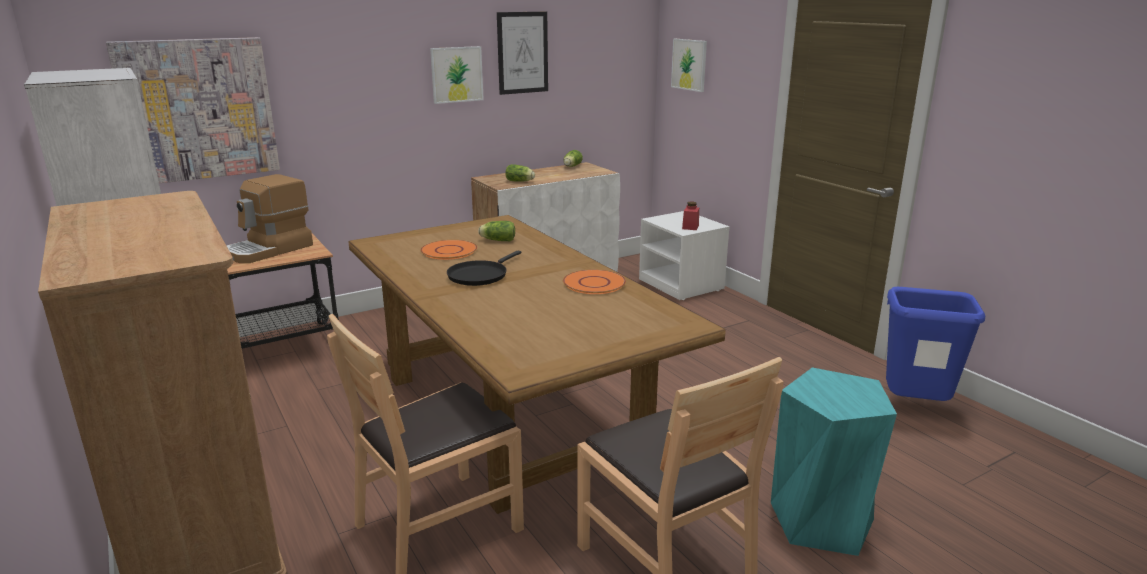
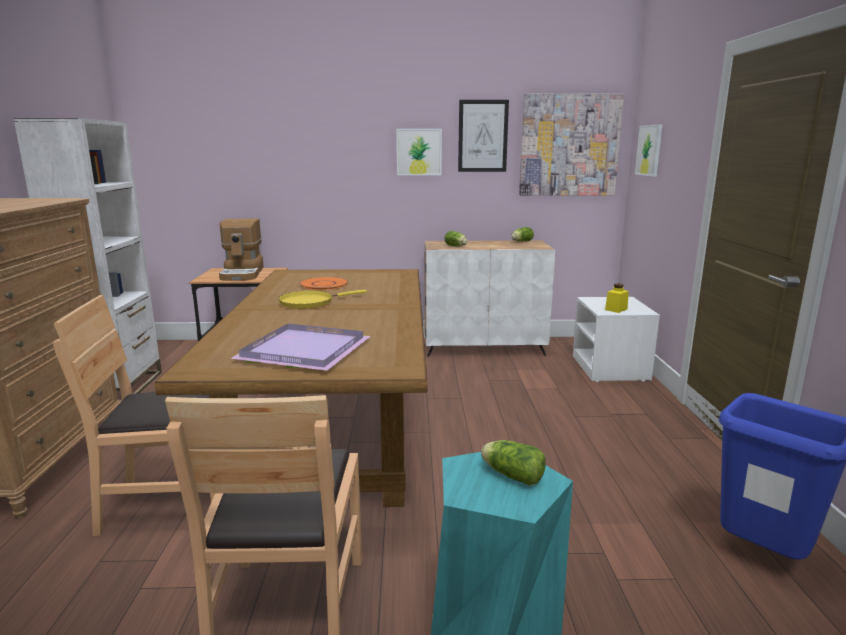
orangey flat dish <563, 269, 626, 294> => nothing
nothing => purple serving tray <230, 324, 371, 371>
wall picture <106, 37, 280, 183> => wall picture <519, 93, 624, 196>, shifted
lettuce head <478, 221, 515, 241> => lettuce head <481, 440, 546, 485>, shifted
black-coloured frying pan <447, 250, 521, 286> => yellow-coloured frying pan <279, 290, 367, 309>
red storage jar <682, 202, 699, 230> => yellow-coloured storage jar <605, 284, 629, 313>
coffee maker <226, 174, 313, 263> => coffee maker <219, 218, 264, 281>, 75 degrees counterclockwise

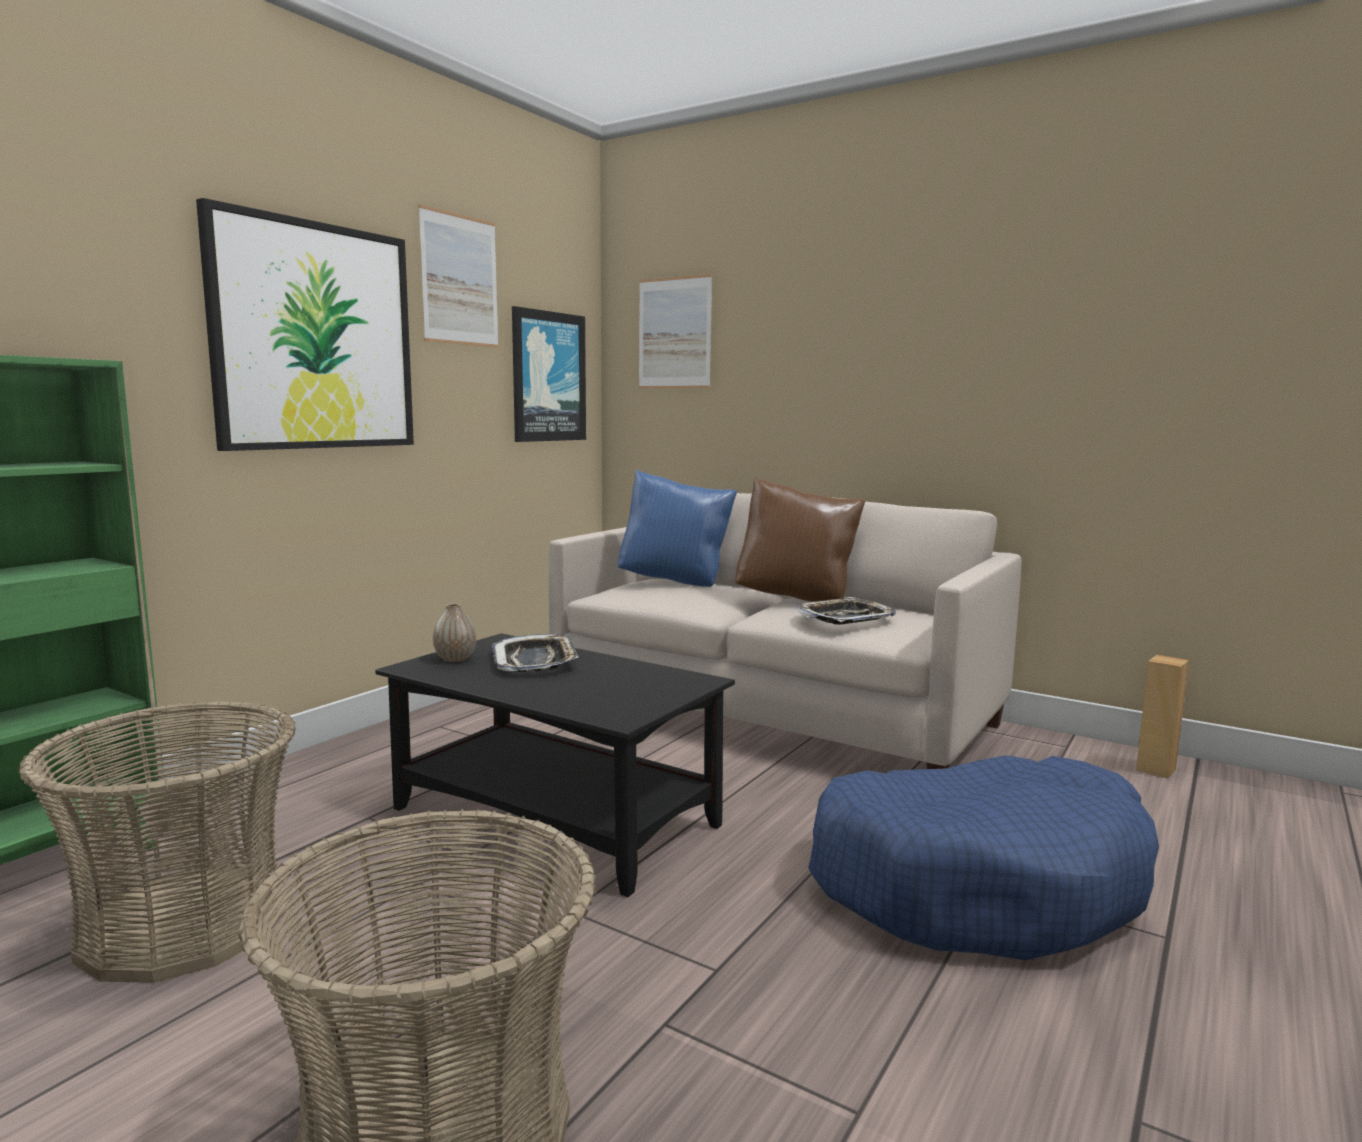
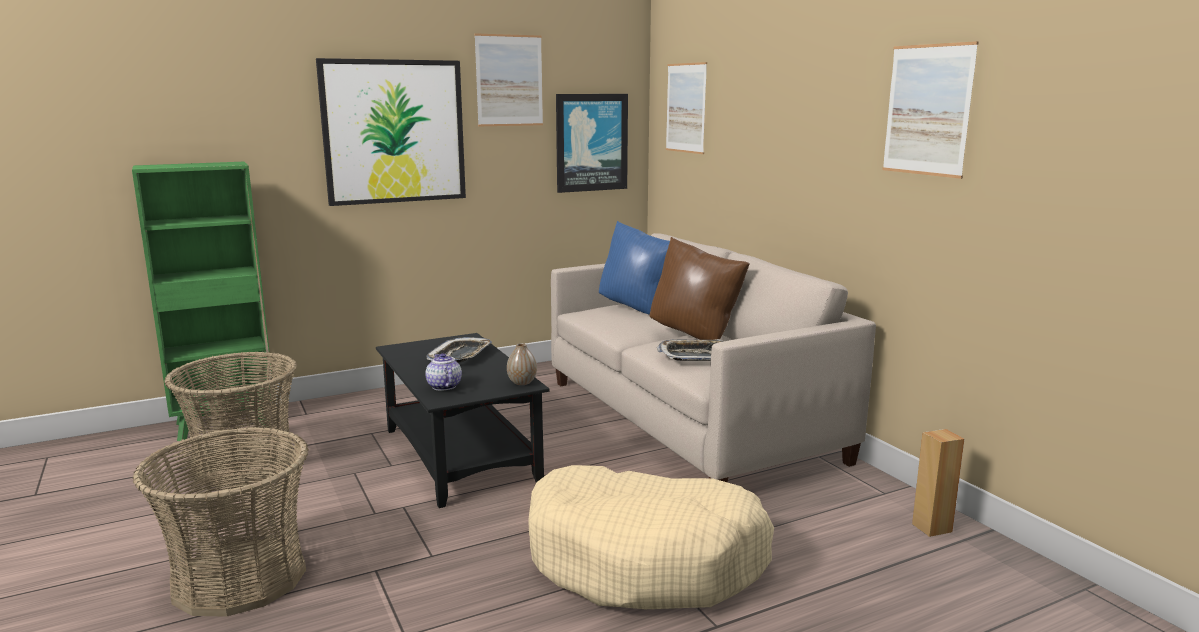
nothing => tea pot <425, 353, 462, 390>
nothing => wall picture <882, 41, 979, 179>
decorative vase <433, 603, 476, 662> => decorative vase <507, 343, 537, 385>, shifted
bluish dog bed <808, 755, 1159, 960> => beige-coloured dog bed <528, 465, 774, 609>

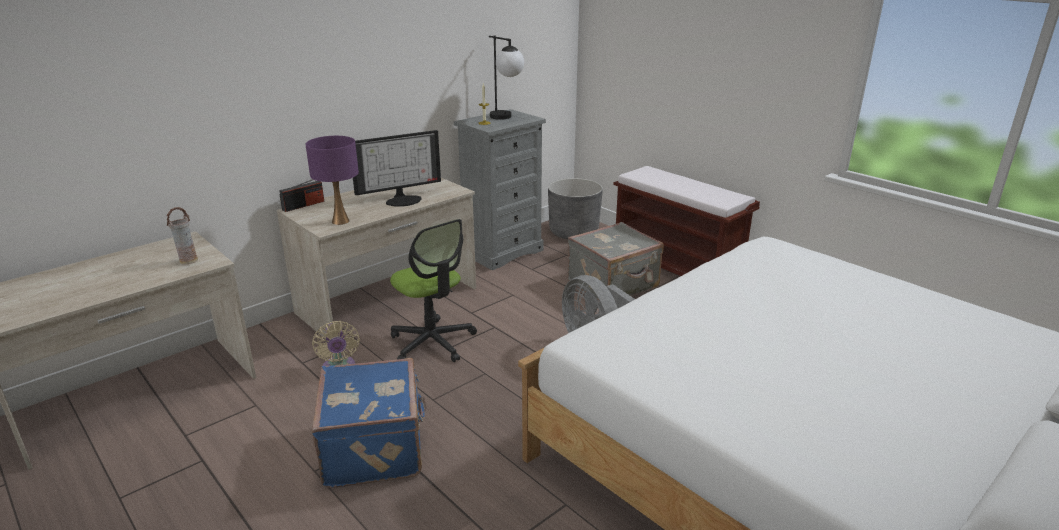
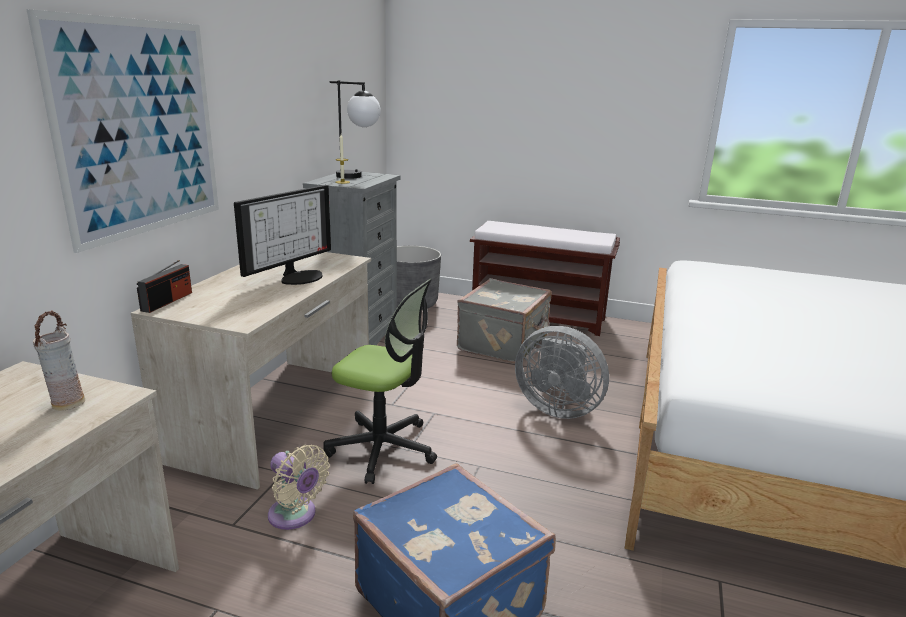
purple table lamp <305, 136, 359, 225> => nothing
nothing => wall picture <26, 9, 219, 253>

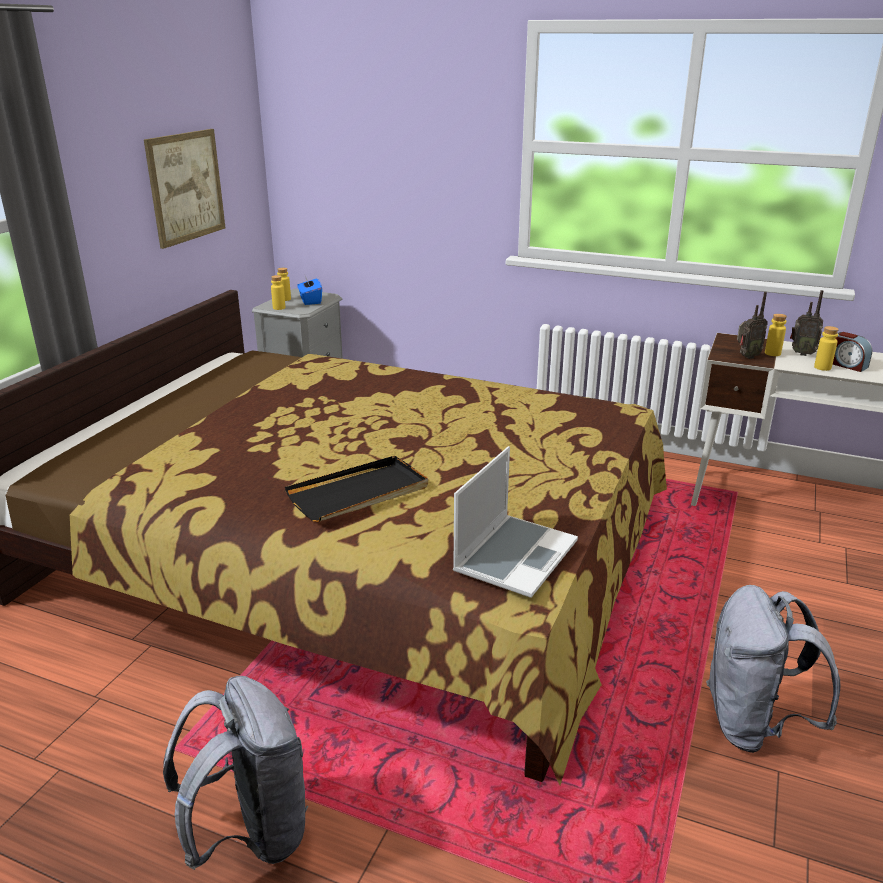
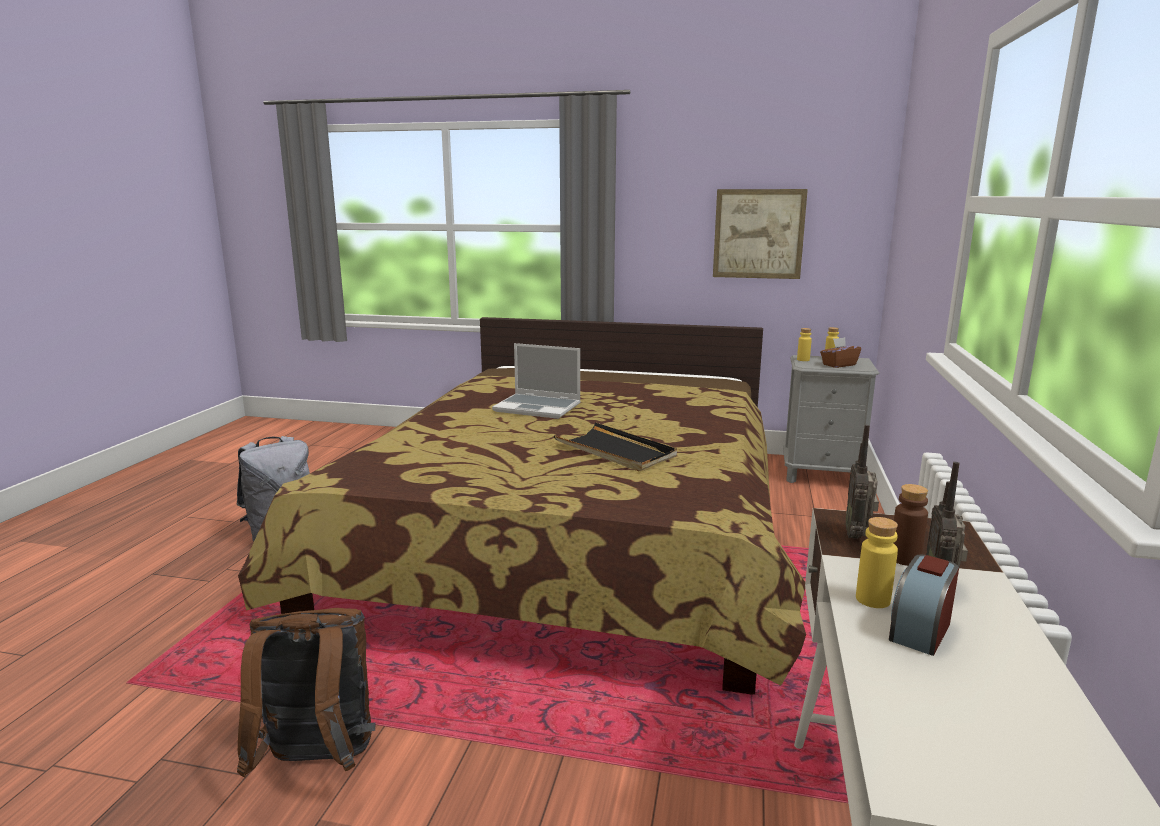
black-coloured serving tray <285, 456, 428, 522> => black-coloured serving tray <554, 422, 677, 471>, shifted
portable computer <453, 446, 578, 598> => portable computer <492, 343, 581, 419>, shifted
bluish tissue box <297, 276, 322, 305> => brown tissue box <820, 337, 861, 368>
grey backpack <706, 585, 841, 753> => brown backpack <237, 608, 375, 777>
yellow-coloured drink bottle <765, 314, 787, 356> => brown drink bottle <894, 484, 928, 566>
radio set <737, 292, 768, 359> => radio set <846, 425, 879, 539>, 45 degrees clockwise

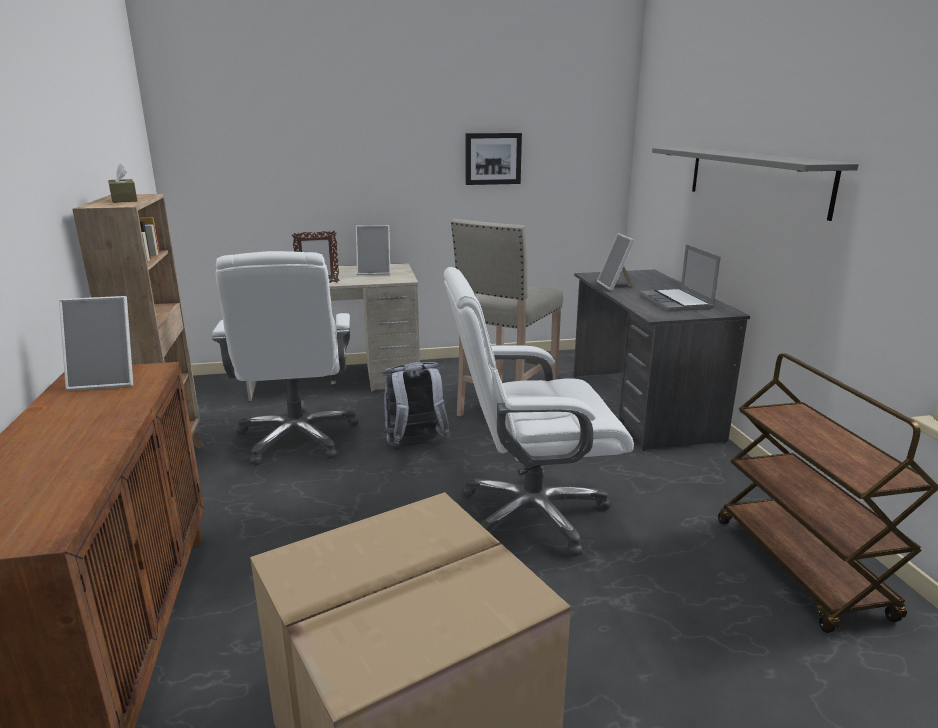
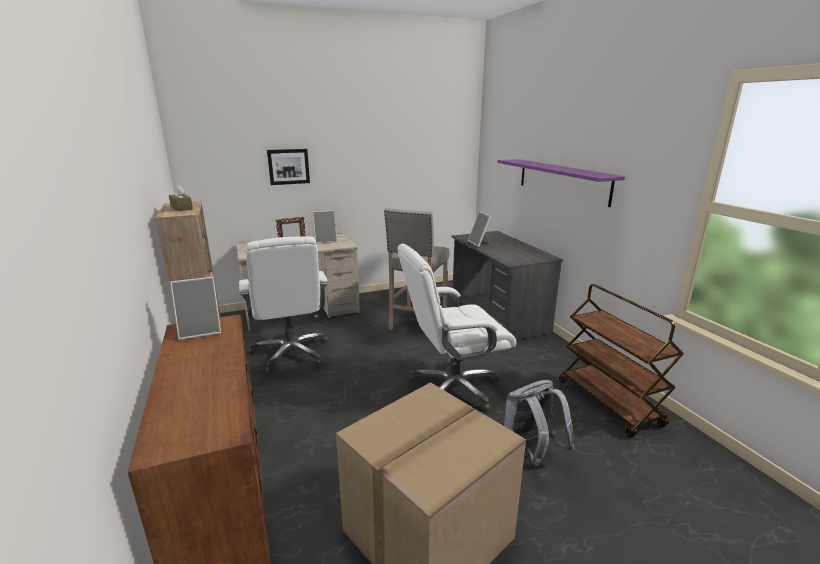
portable computer <639, 244, 721, 312> => nothing
grey backpack <382, 362, 451, 447> => grey backpack <504, 380, 574, 466>, shifted
wall picture <465, 133, 522, 185> => wall picture <267, 149, 310, 185>, shifted
grey shelf <652, 148, 859, 221> => purple shelf <497, 159, 625, 207>

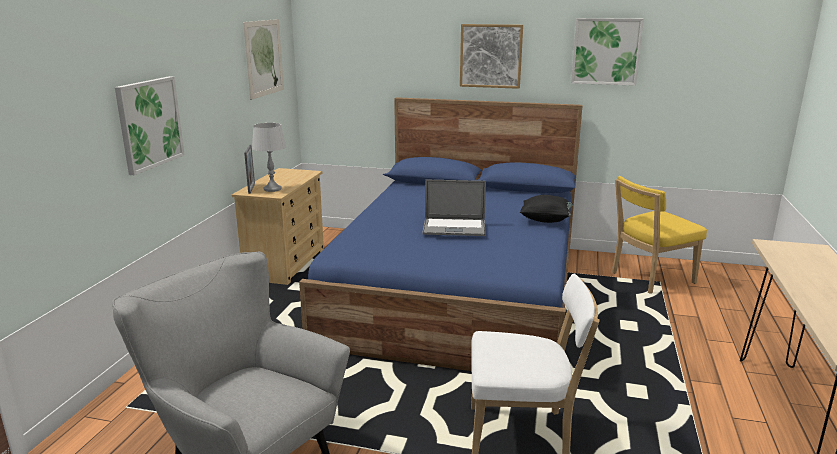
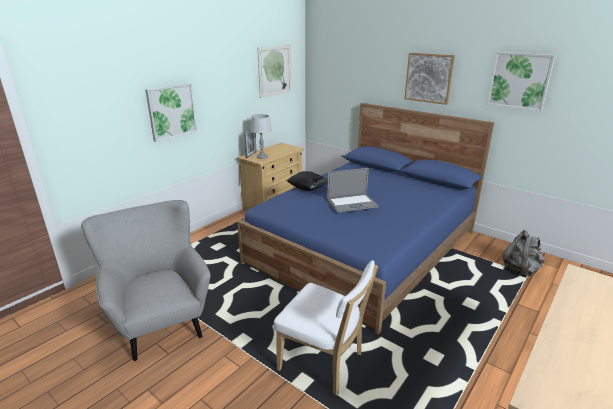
black-coloured cushion <520, 195, 573, 223> => black-coloured cushion <286, 171, 328, 191>, shifted
yellow-coloured chair <612, 176, 707, 294> => grey backpack <502, 230, 545, 276>
portable computer <423, 180, 486, 236> => portable computer <327, 168, 379, 213>, 45 degrees counterclockwise

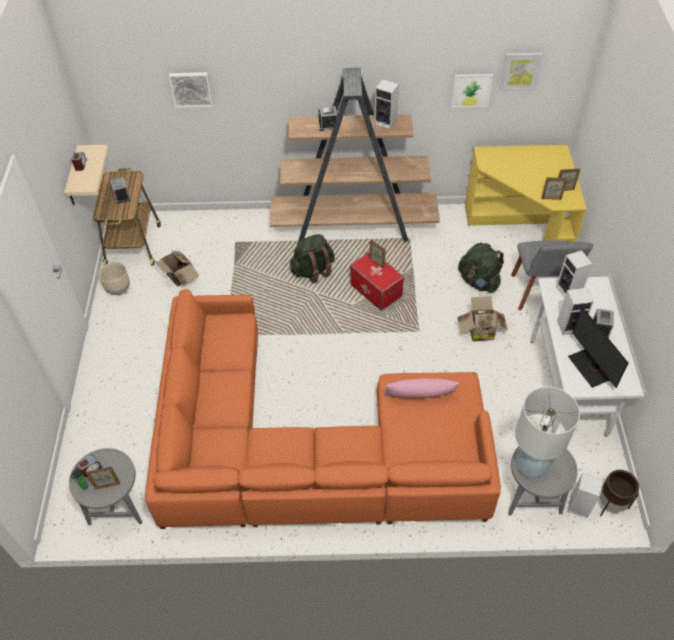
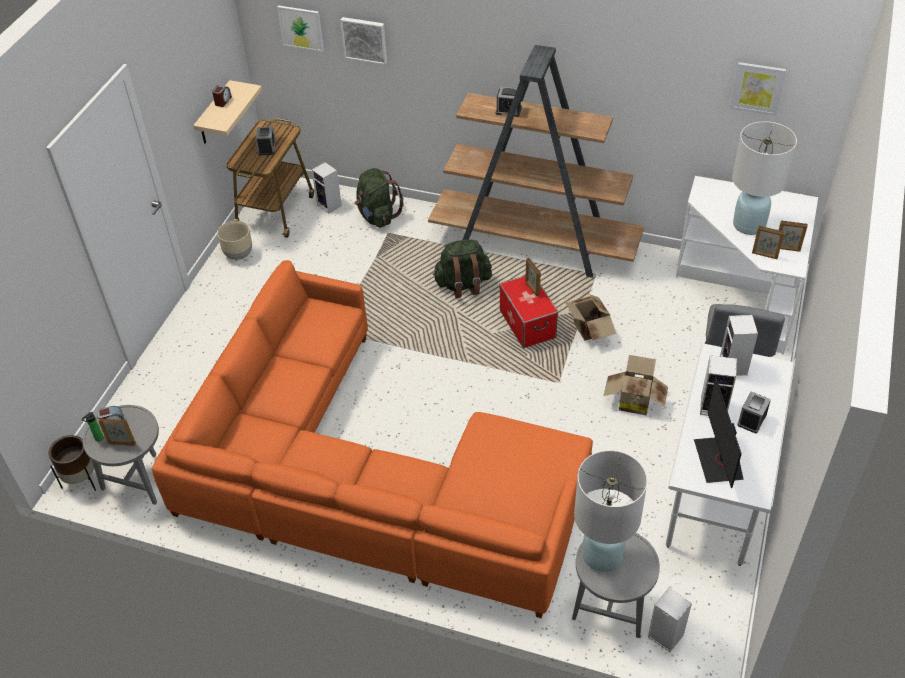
pinkish cushion <383, 378, 460, 397> => nothing
nothing => whitish table lamp <732, 121, 797, 235>
cardboard box <154, 251, 199, 287> => cardboard box <565, 294, 616, 341>, shifted
speaker <374, 79, 399, 129> => speaker <312, 162, 342, 214>, shifted
wall picture <451, 74, 493, 107> => wall picture <277, 5, 324, 52>, shifted
green backpack <458, 243, 504, 293> => green backpack <355, 168, 403, 228>, shifted
brown planter <600, 470, 639, 516> => brown planter <49, 435, 96, 491>, shifted
yellow-coloured desk table <465, 145, 587, 242> => whitish desk table <676, 176, 818, 355>

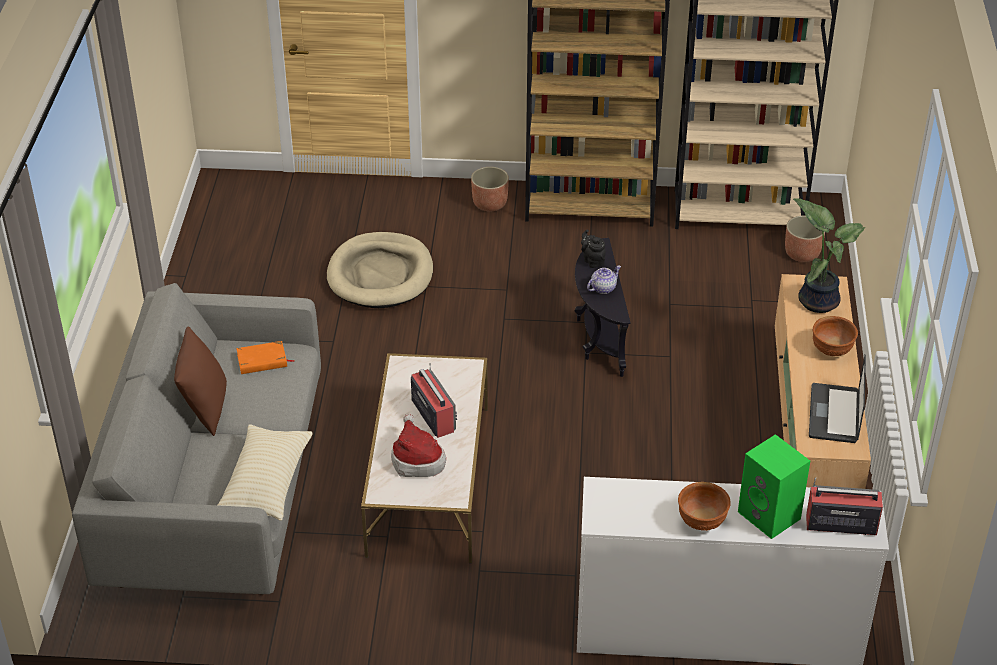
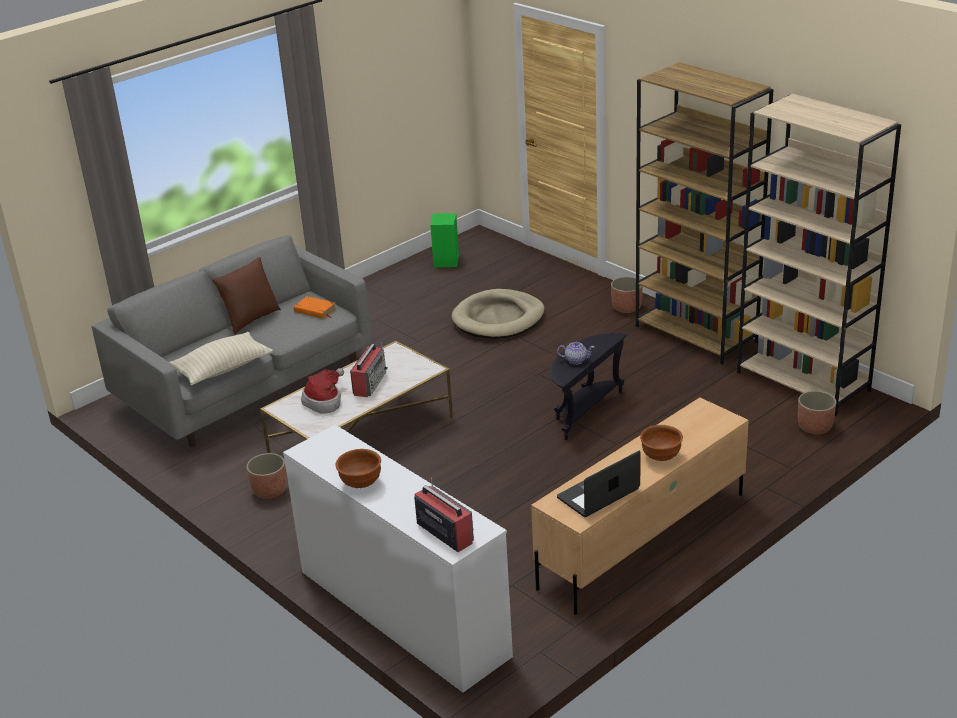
black-coloured tea pot <581, 229, 606, 268> => nothing
houseplant <793, 199, 866, 313> => nothing
nothing => planter <247, 453, 287, 499>
green speaker <738, 434, 810, 539> => green speaker <430, 213, 459, 267>, shifted

